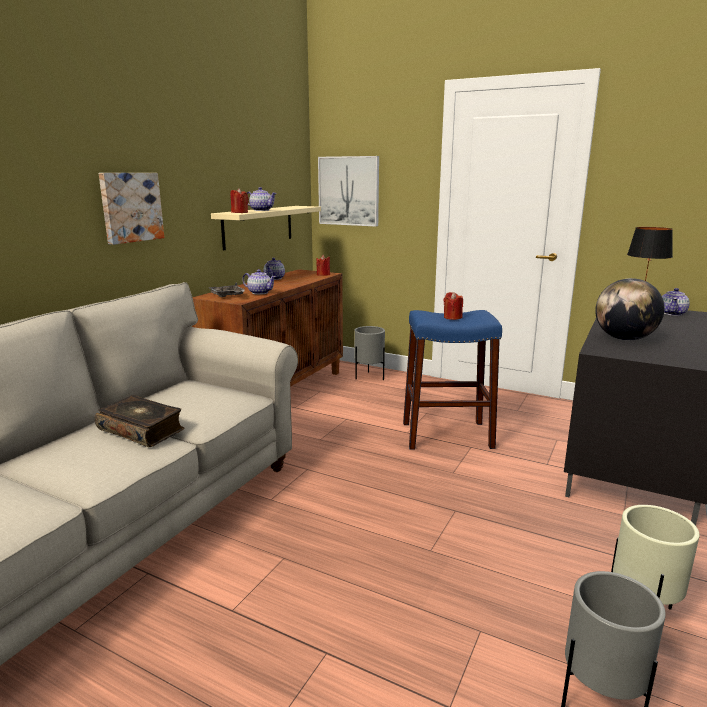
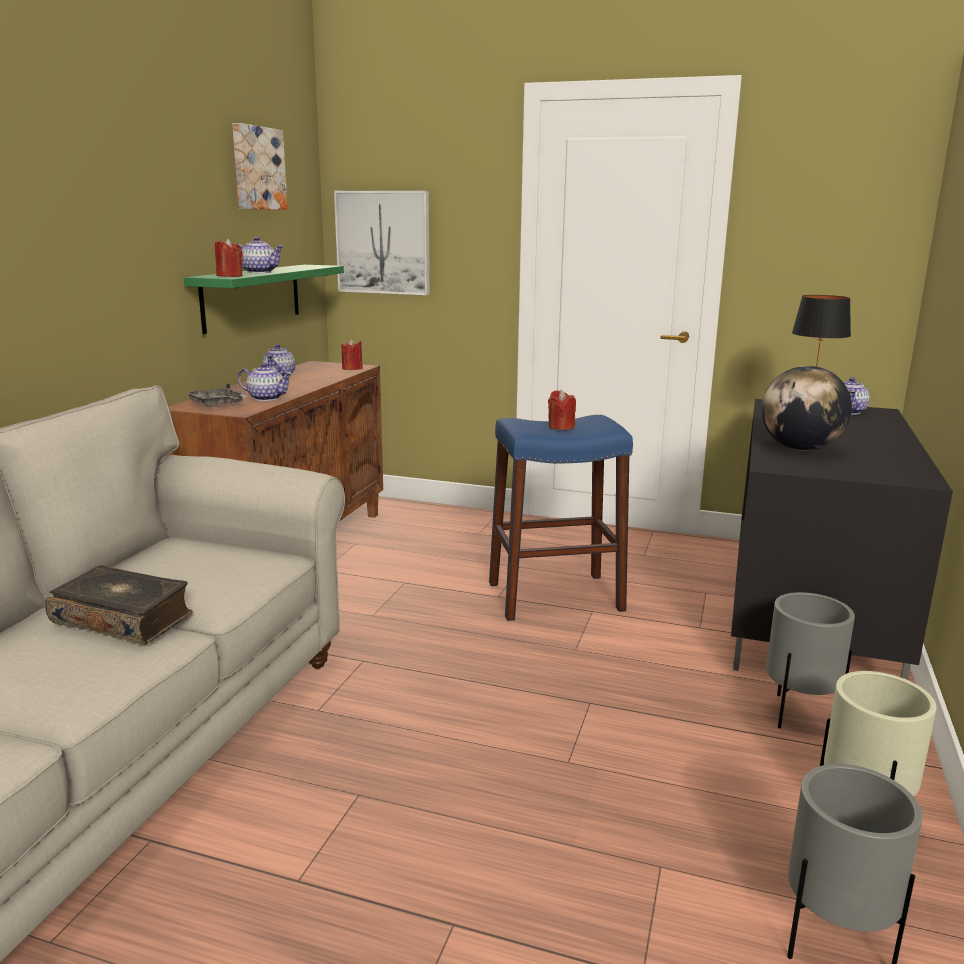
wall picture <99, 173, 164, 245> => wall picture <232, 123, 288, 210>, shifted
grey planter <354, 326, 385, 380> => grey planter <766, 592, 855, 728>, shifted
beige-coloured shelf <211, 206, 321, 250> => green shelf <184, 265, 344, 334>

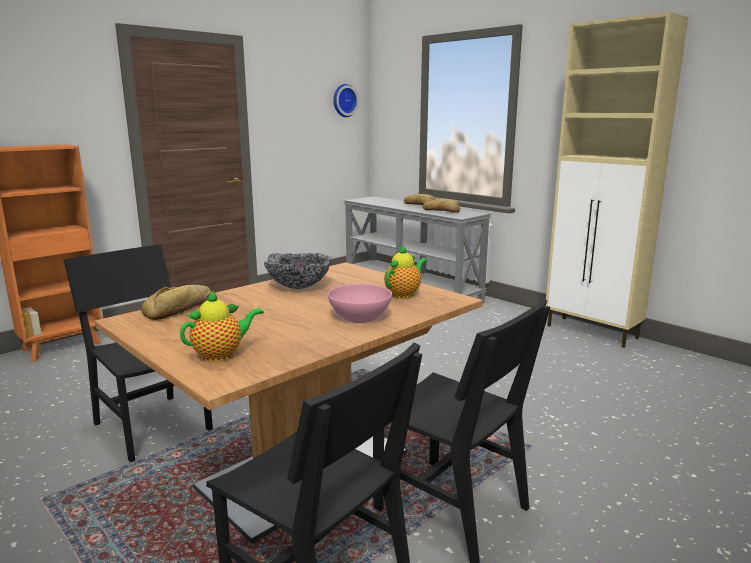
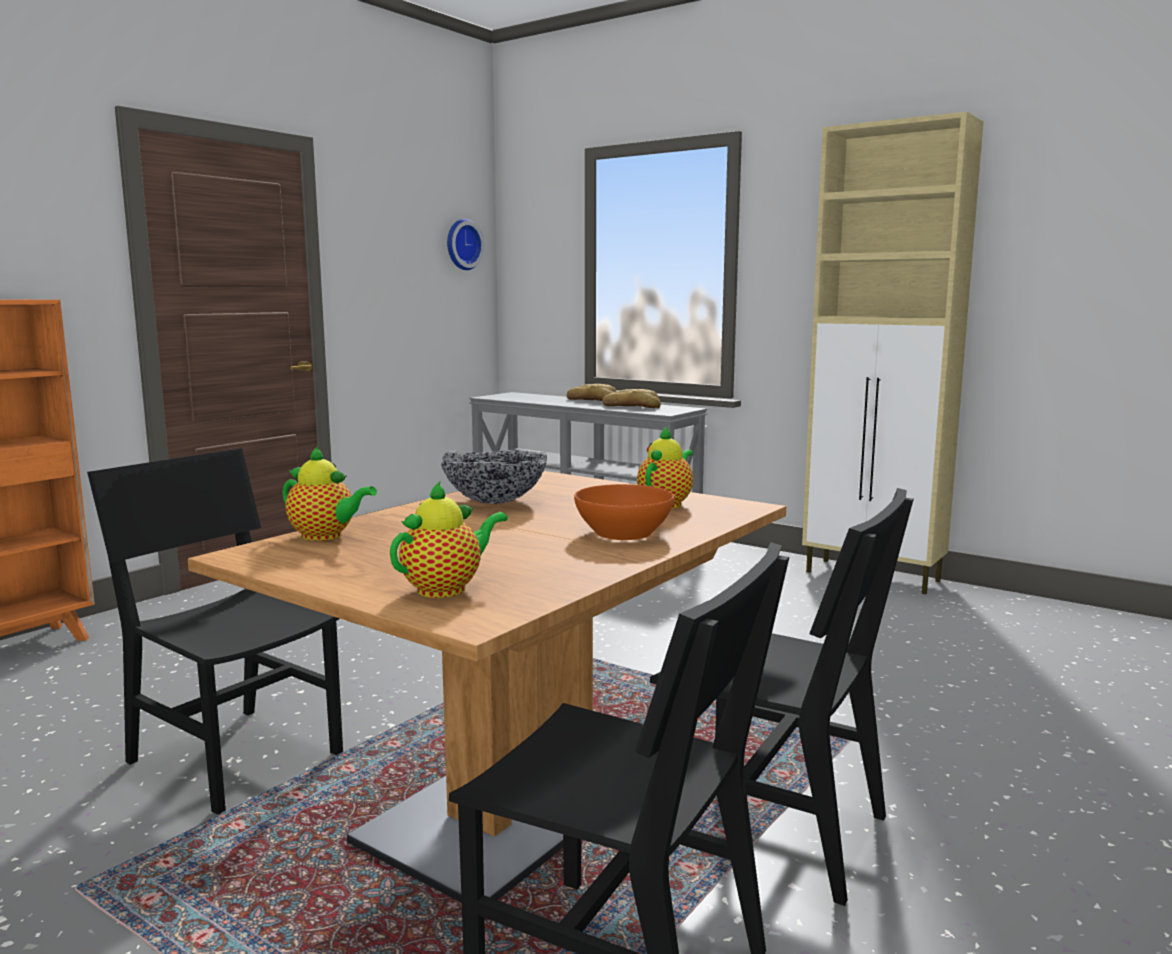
baked bread <141, 285, 211, 320> => tea pot <282, 446, 377, 541>
pinkish serving bowl <328, 284, 392, 323> => orangey serving bowl <574, 484, 674, 540>

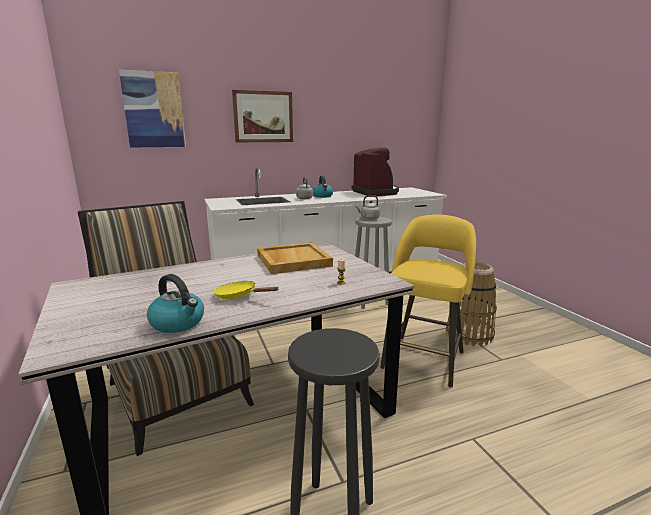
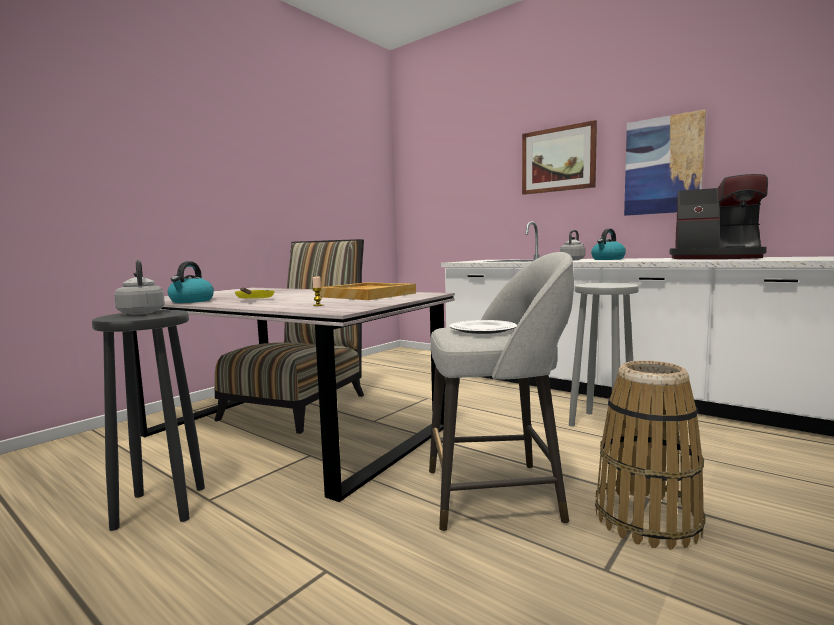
nothing => flat dish <450, 320, 517, 334>
wall picture <119, 70, 186, 147> => wall picture <624, 109, 706, 216>, shifted
grey water kettle <356, 195, 380, 220> => grey water kettle <114, 260, 165, 315>, shifted
yellow-coloured sitting stool <380, 215, 476, 388> => grey sitting stool <429, 252, 574, 531>
coffee maker <351, 148, 399, 196> => coffee maker <670, 174, 768, 259>, 75 degrees clockwise

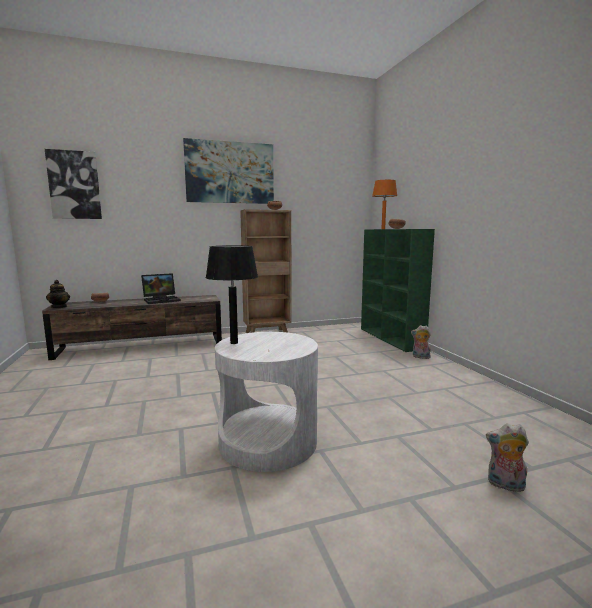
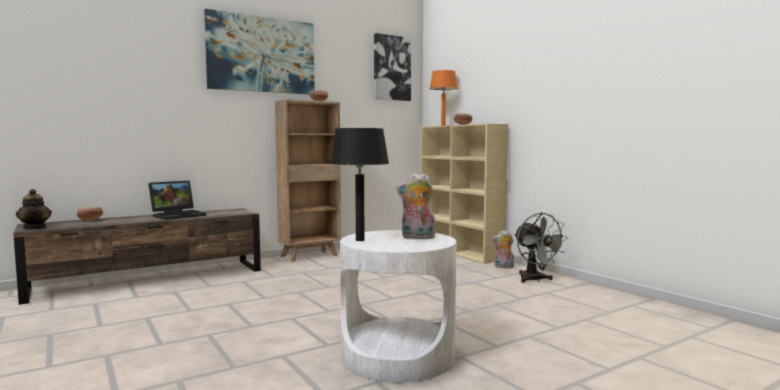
nothing => grey fan <514, 212, 568, 283>
wall picture <45, 149, 102, 219> => wall picture <374, 33, 411, 101>, shifted
plush toy <486, 423, 529, 494> => plush toy <396, 173, 436, 239>, shifted
green bookshelf <361, 229, 435, 352> => beige-coloured bookshelf <420, 124, 508, 264>

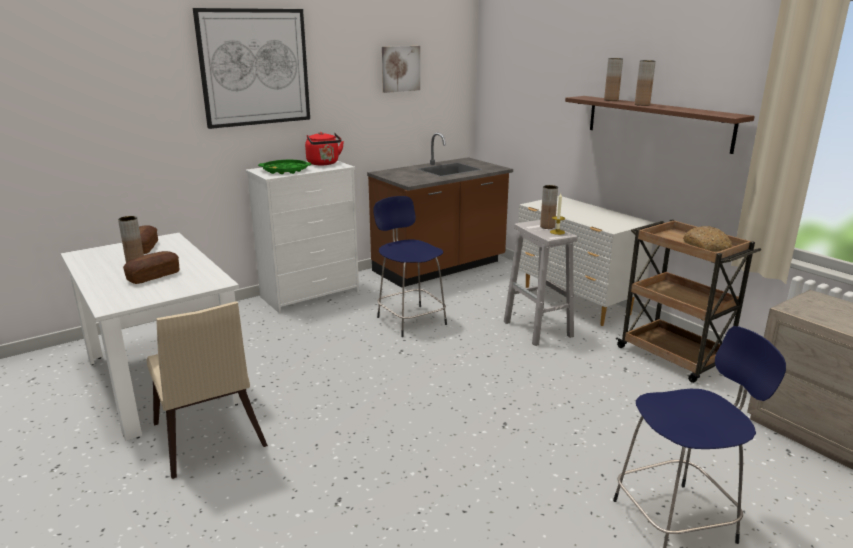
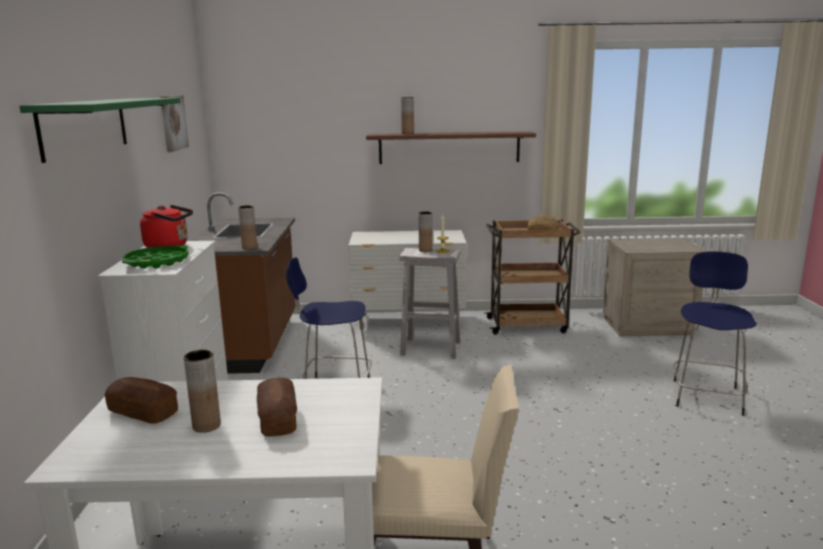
brown decorative vase <635, 60, 656, 106> => brown decorative vase <238, 205, 257, 250>, shifted
wall picture <193, 8, 310, 129> => green shelf <20, 98, 180, 163>

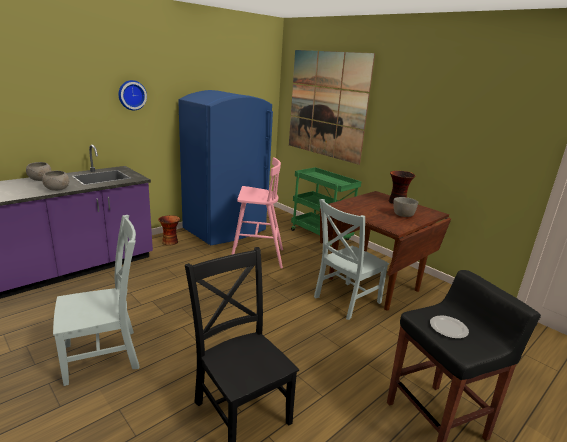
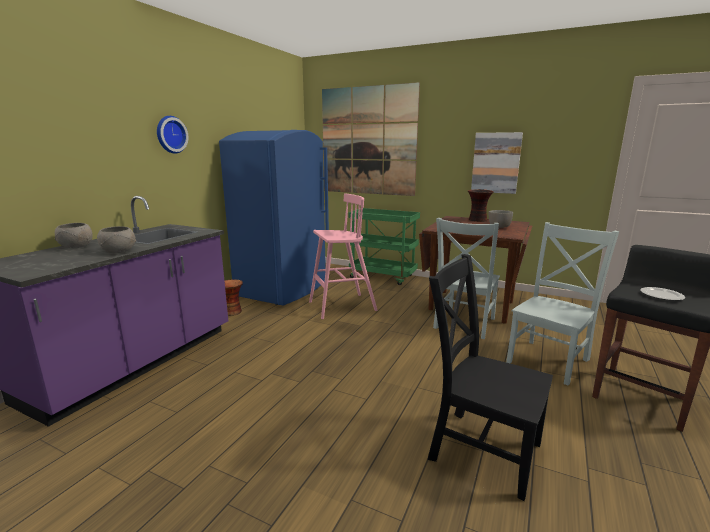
nothing => wall picture <471, 132, 523, 194>
grey chair <53, 215, 140, 386> => grey chair <506, 222, 619, 386>, shifted

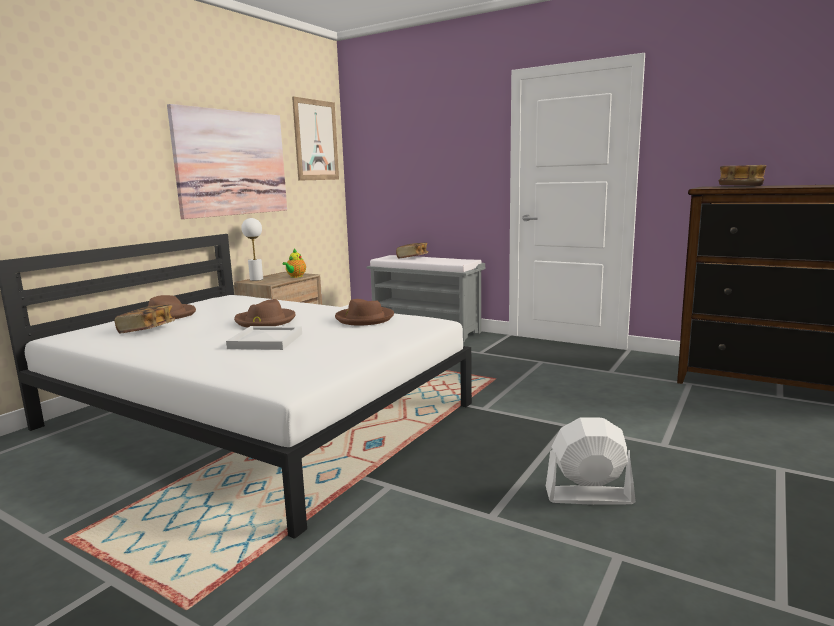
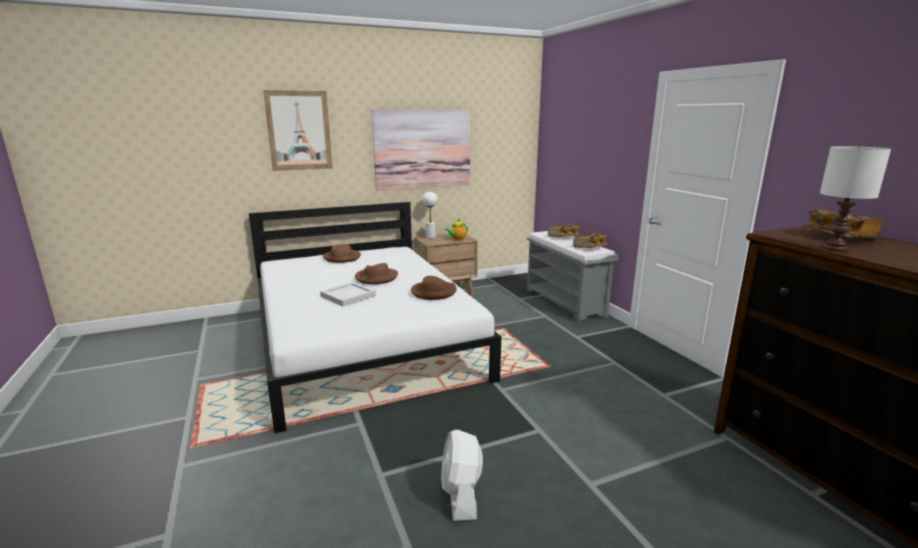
nothing => whitish table lamp <820, 146, 891, 252>
book <114, 305, 175, 334> => book <573, 233, 607, 248>, shifted
wall picture <292, 97, 339, 181> => wall picture <263, 90, 333, 171>, shifted
whitish fan <546, 417, 636, 505> => whitish fan <441, 430, 483, 521>, 135 degrees counterclockwise

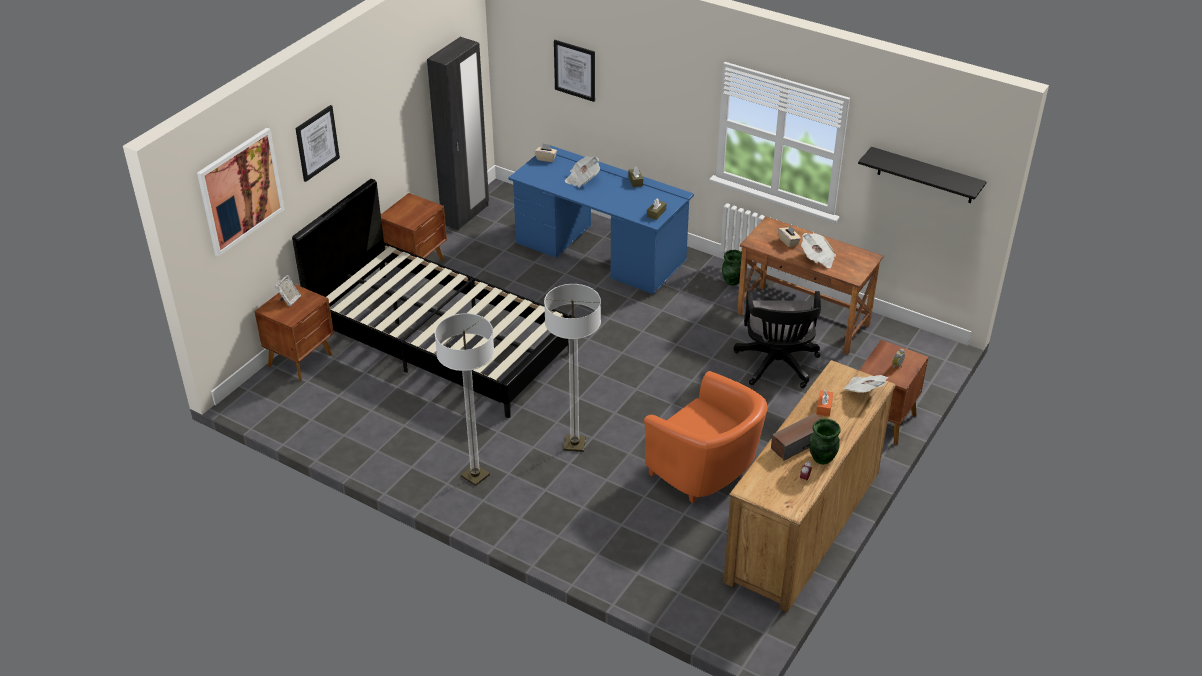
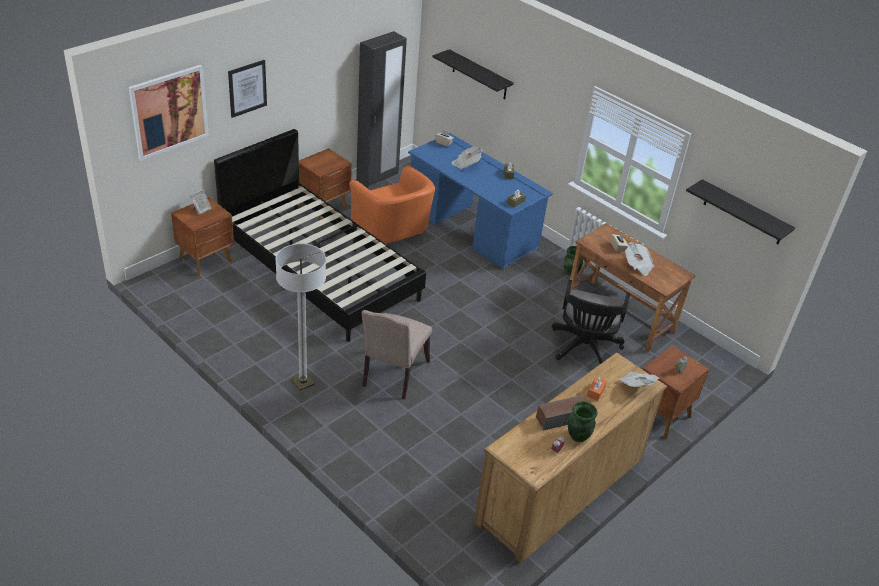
orangey armchair <644, 371, 768, 503> => orangey armchair <350, 165, 435, 243>, shifted
standing lamp <544, 284, 601, 452> => beige-coloured chair <362, 310, 432, 400>
wall picture <554, 40, 595, 102> => black-coloured shelf <432, 49, 514, 99>

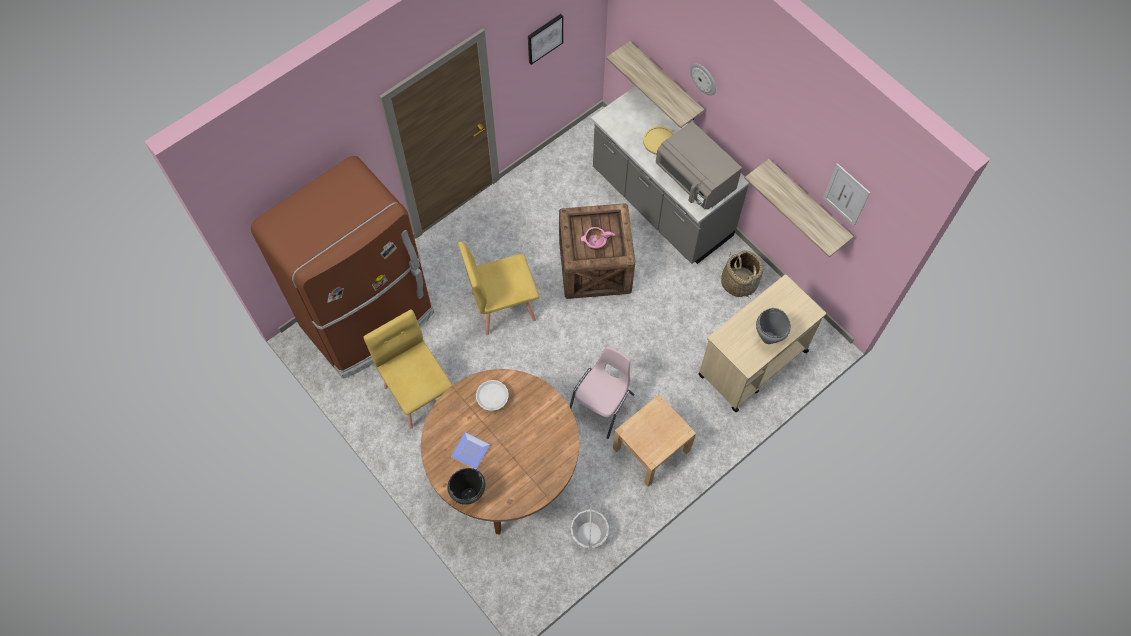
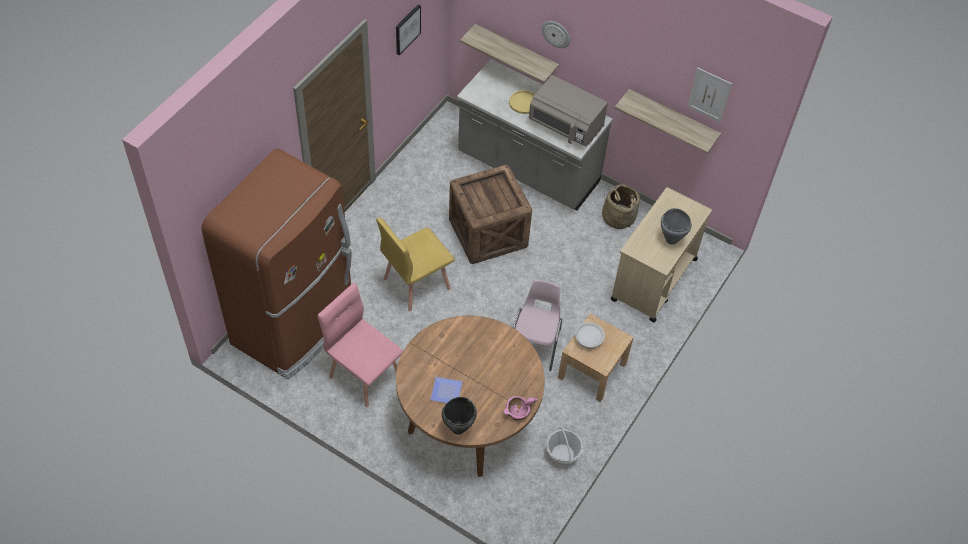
whitish serving bowl <476, 380, 509, 411> => whitish serving bowl <575, 322, 605, 349>, shifted
pinkish serving bowl <581, 227, 616, 250> => pinkish serving bowl <503, 396, 538, 420>, shifted
yellow-coloured chair <364, 309, 452, 429> => pinkish chair <318, 283, 403, 407>

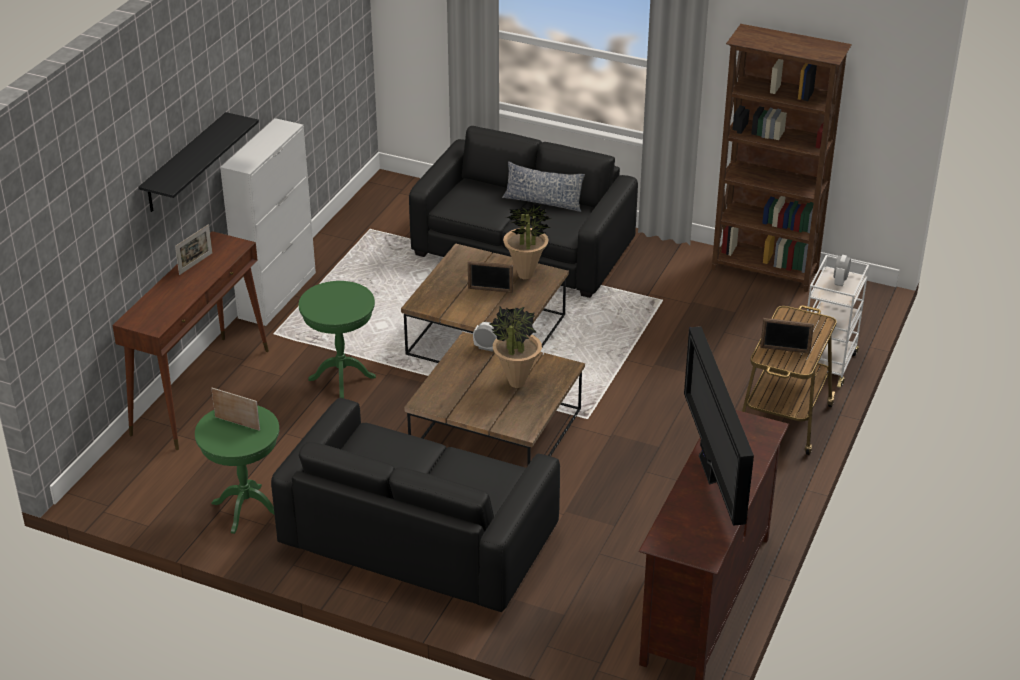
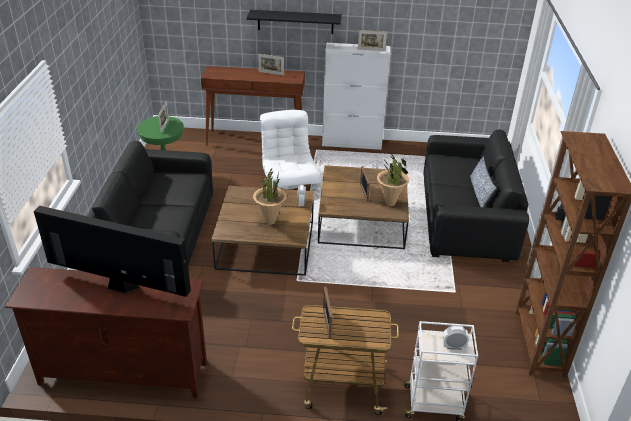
nothing => picture frame <358, 30, 387, 51>
green accent table <299, 281, 376, 398> => whitish armchair <260, 110, 320, 189>
TV set <684, 327, 754, 526> => TV set <34, 206, 191, 297>, 45 degrees clockwise

